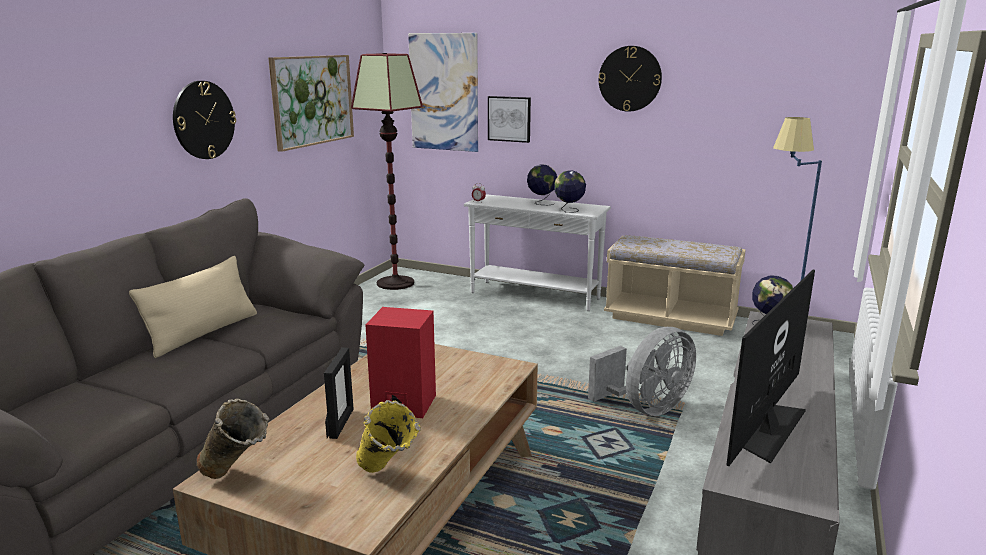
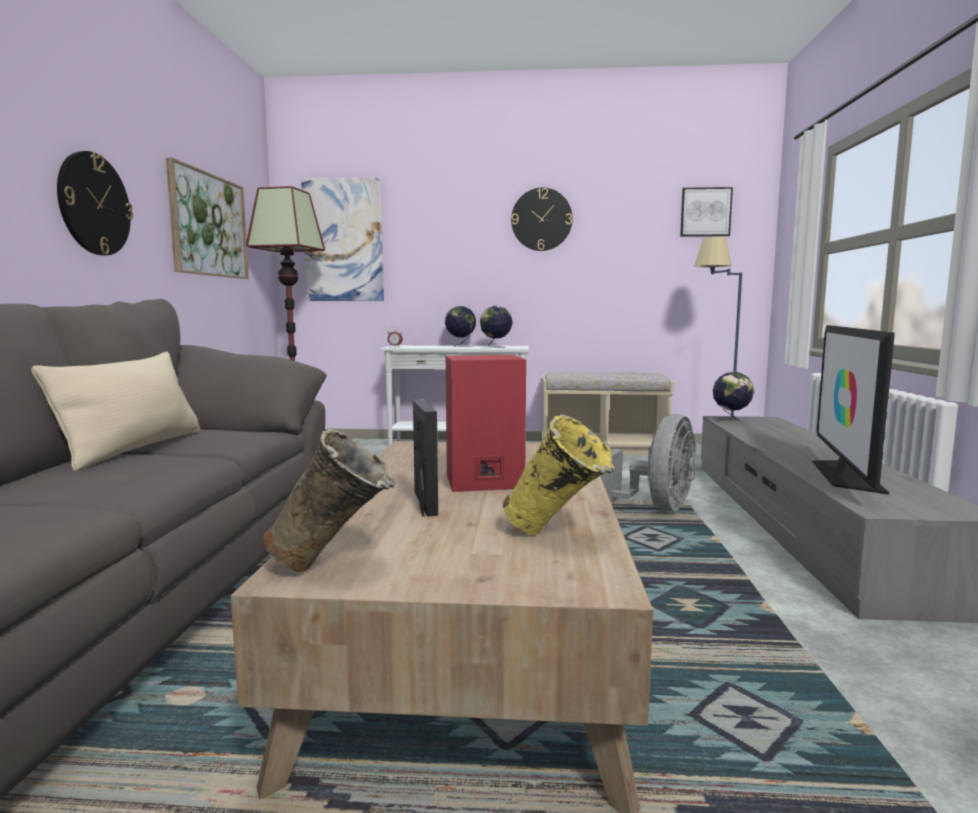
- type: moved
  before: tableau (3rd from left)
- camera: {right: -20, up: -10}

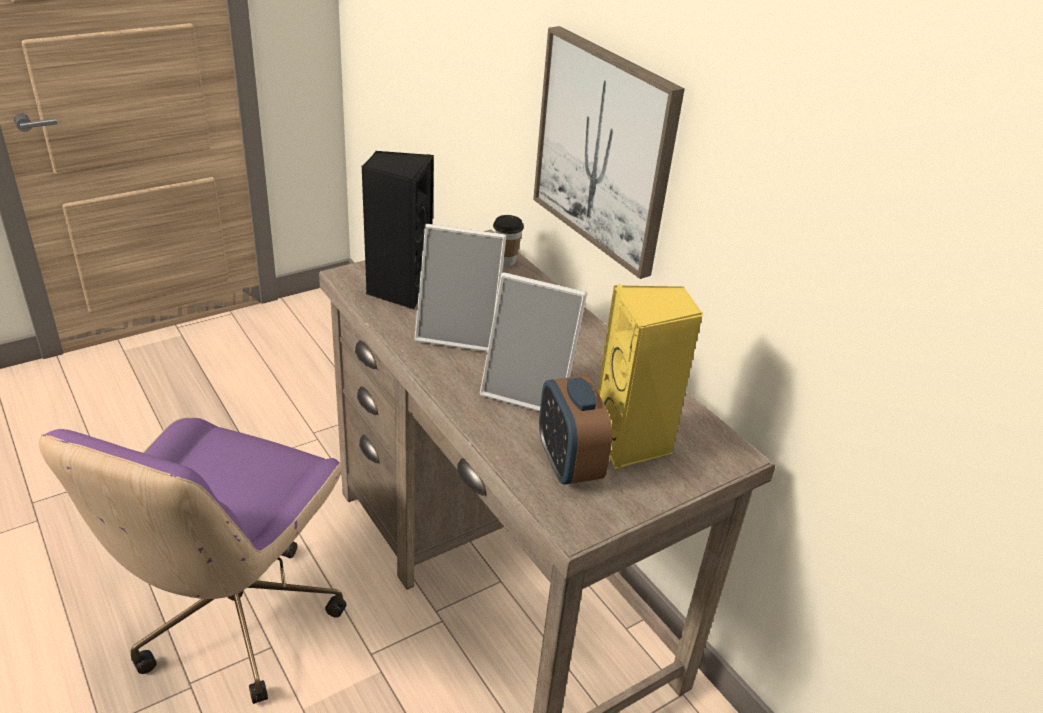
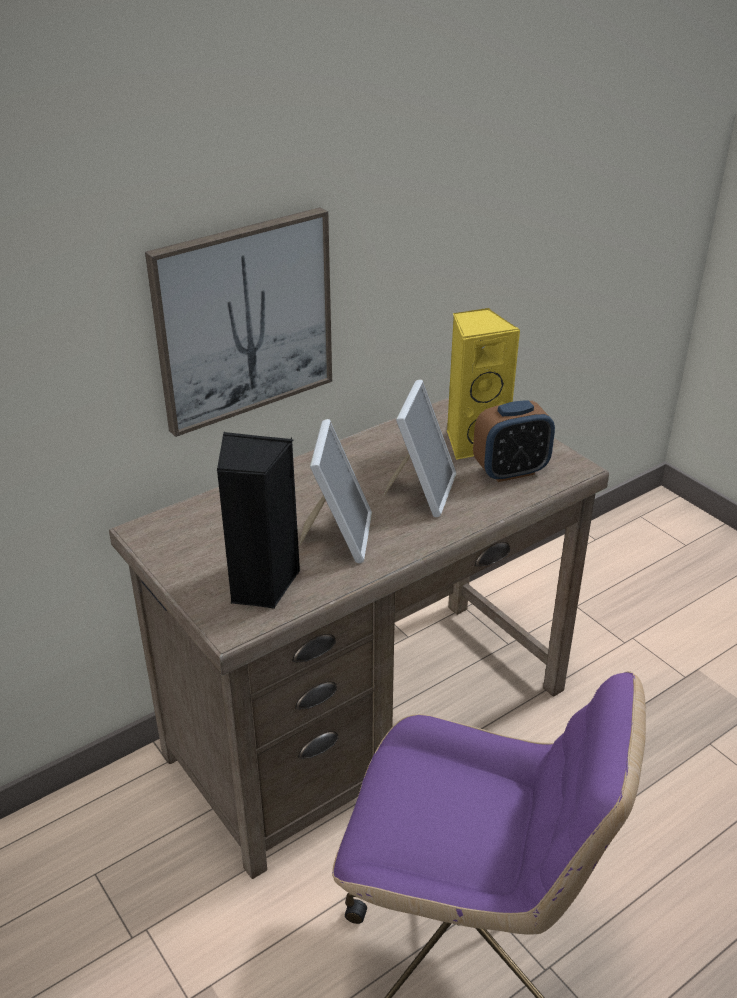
- type: removed
  before: tasse
- camera: {right: -90, up: 0}

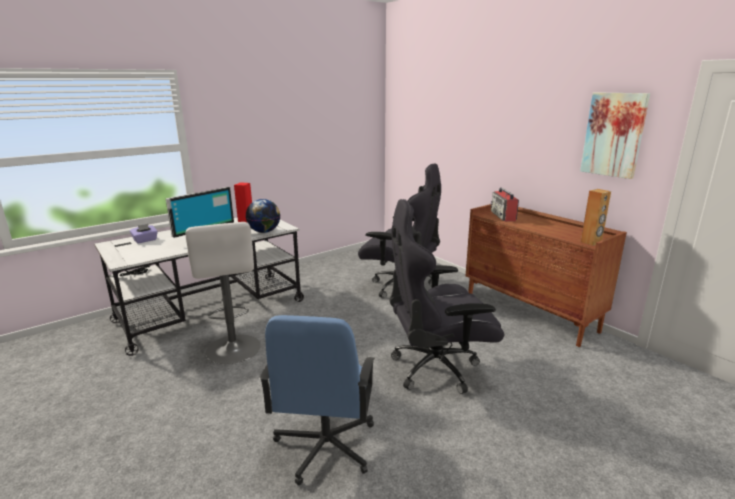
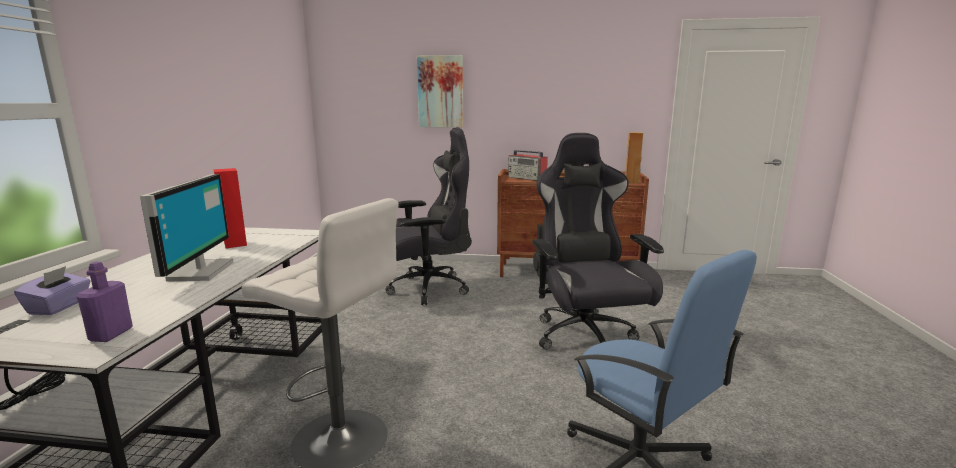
- type: moved
  before: tableau
- type: removed
  before: globe
- type: turned
  before: chaise de bureau/noir (2nd from left)
  turn: 135
- type: added
  after: bouteille/violet
- camera: {right: -45, up: -5}

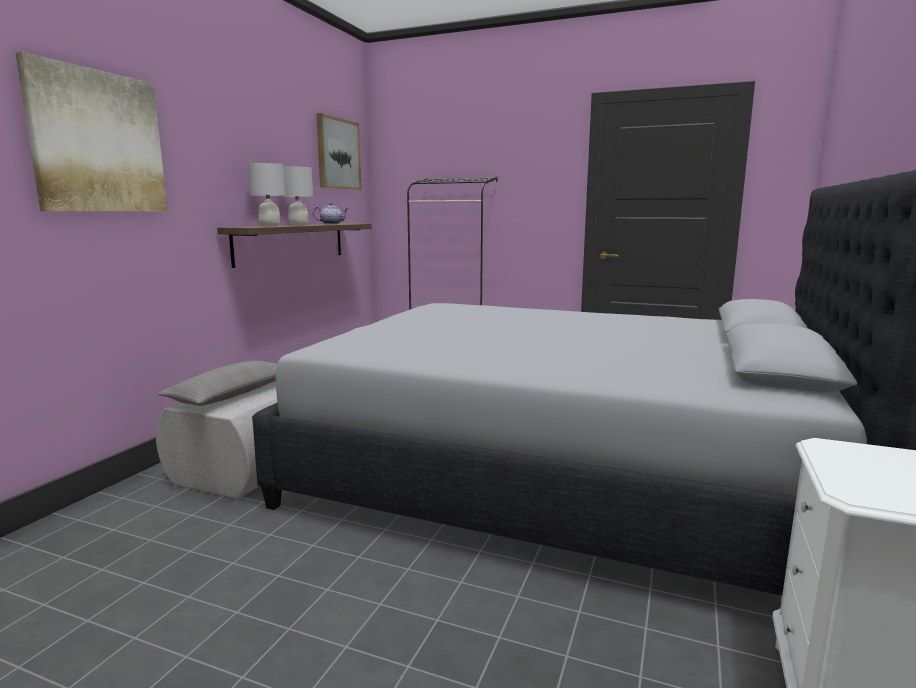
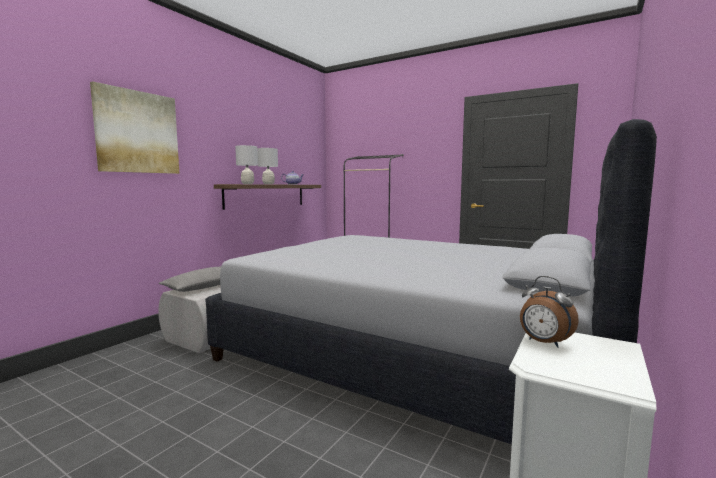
- type: removed
  before: tableau (2nd from left)
- type: added
  after: réveil
- camera: {right: 10, up: -5}

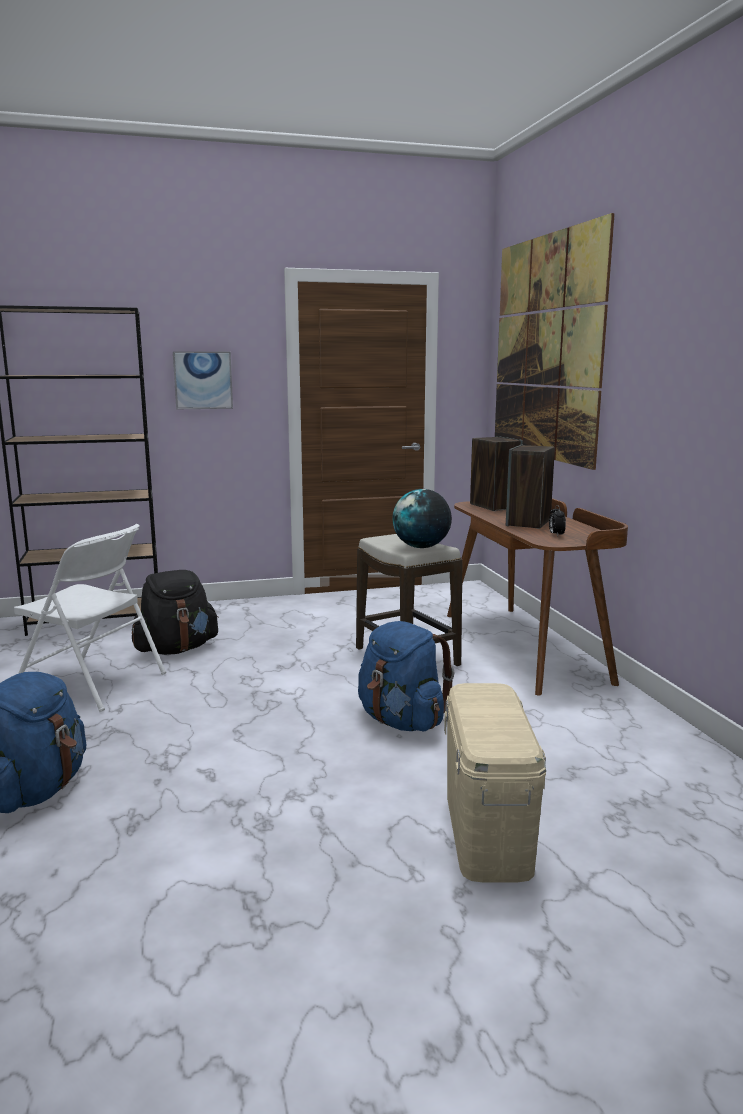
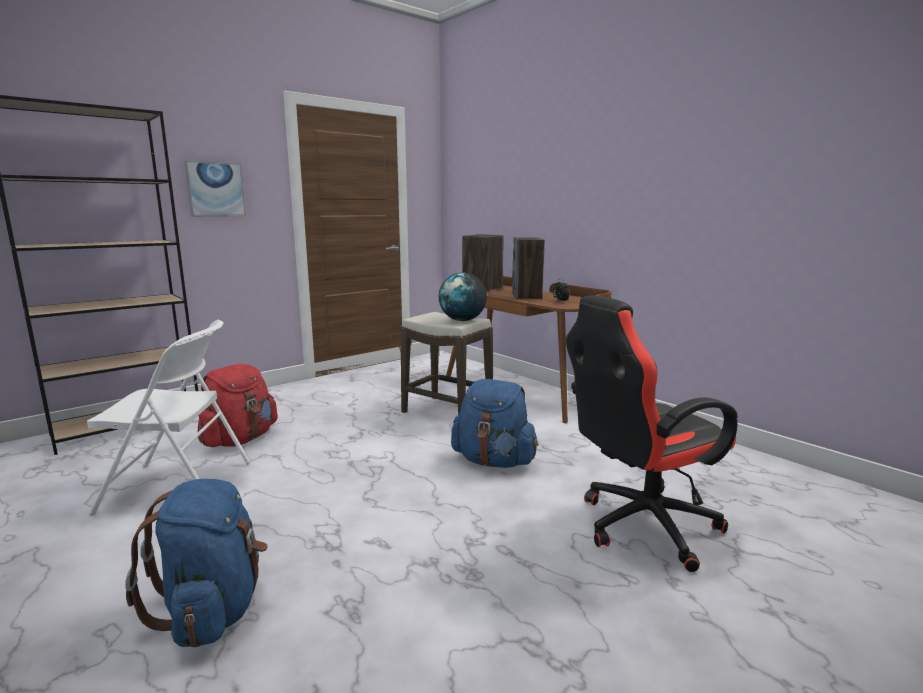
- type: removed
  before: tableau (2nd from left)
- type: recoloured
  before: sac à dos/noir
  after: sac à dos/rouge
- type: replaced
  before: boîte de rangement/beige
  after: chaise de bureau/noir
- camera: {right: -25, up: 0}

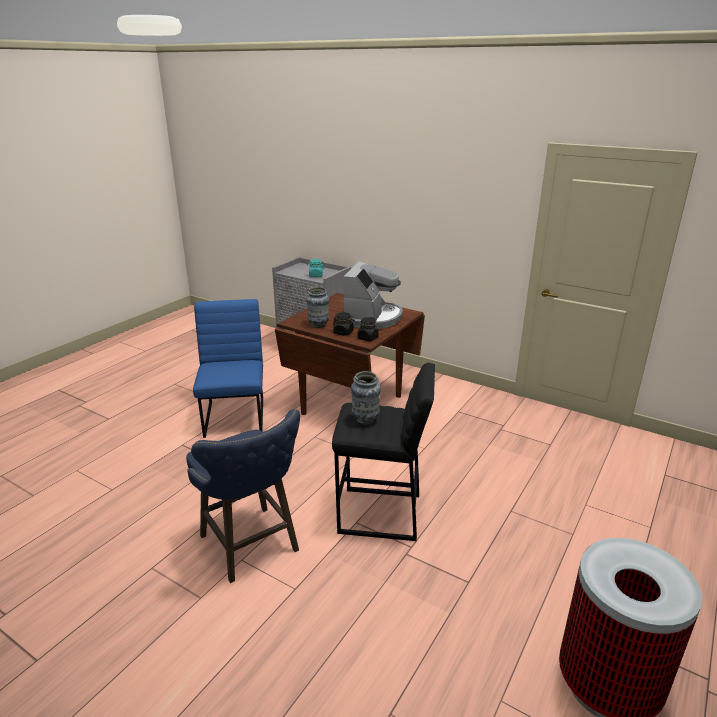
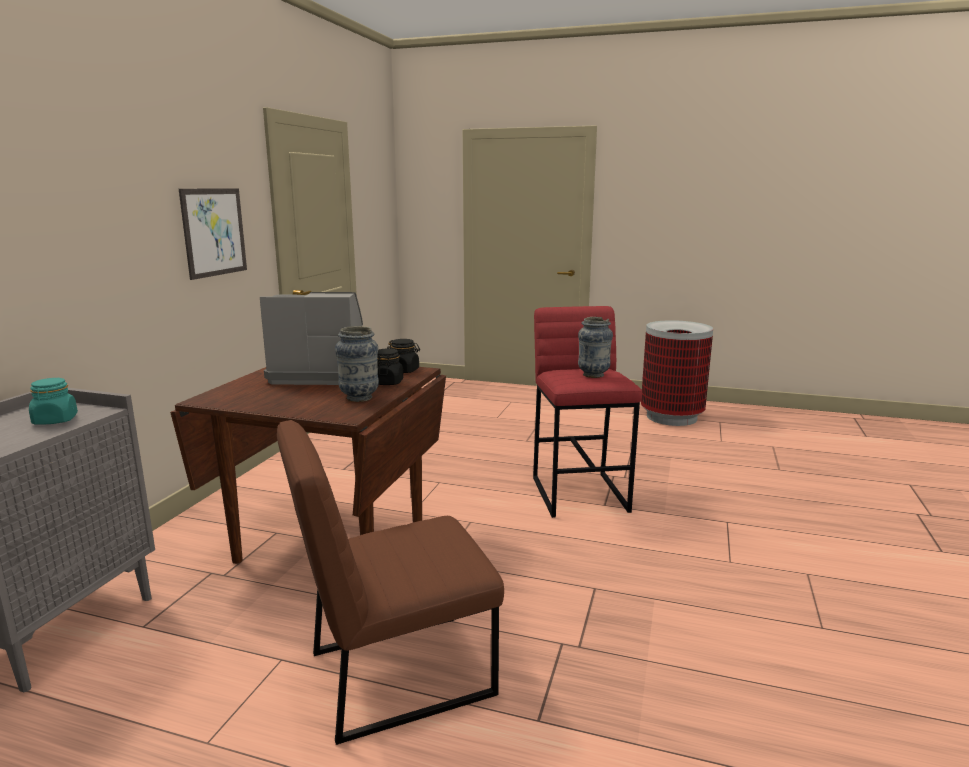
- type: recoloured
  before: chaise/bleu
  after: chaise/marron
- type: recoloured
  before: tabouret/noir
  after: tabouret/rouge
- type: removed
  before: tabouret/bleu
- type: added
  after: tableau
- camera: {right: -105, up: -10}

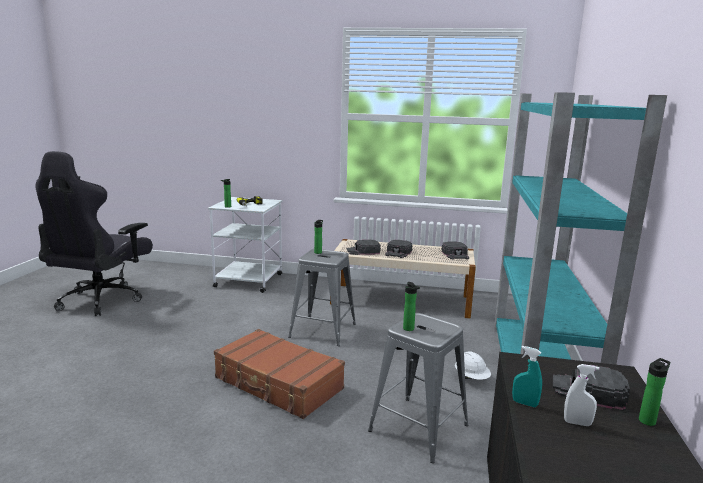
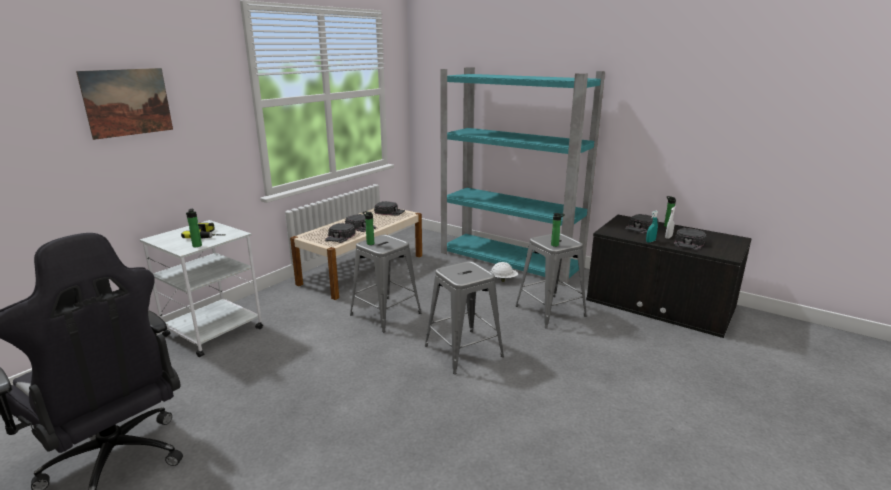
- type: replaced
  before: valise/marron
  after: tabouret/gris (2nd from left)
- type: added
  after: tableau
- type: added
  after: casquette/noir (5th from left)
- camera: {right: -65, up: 5}

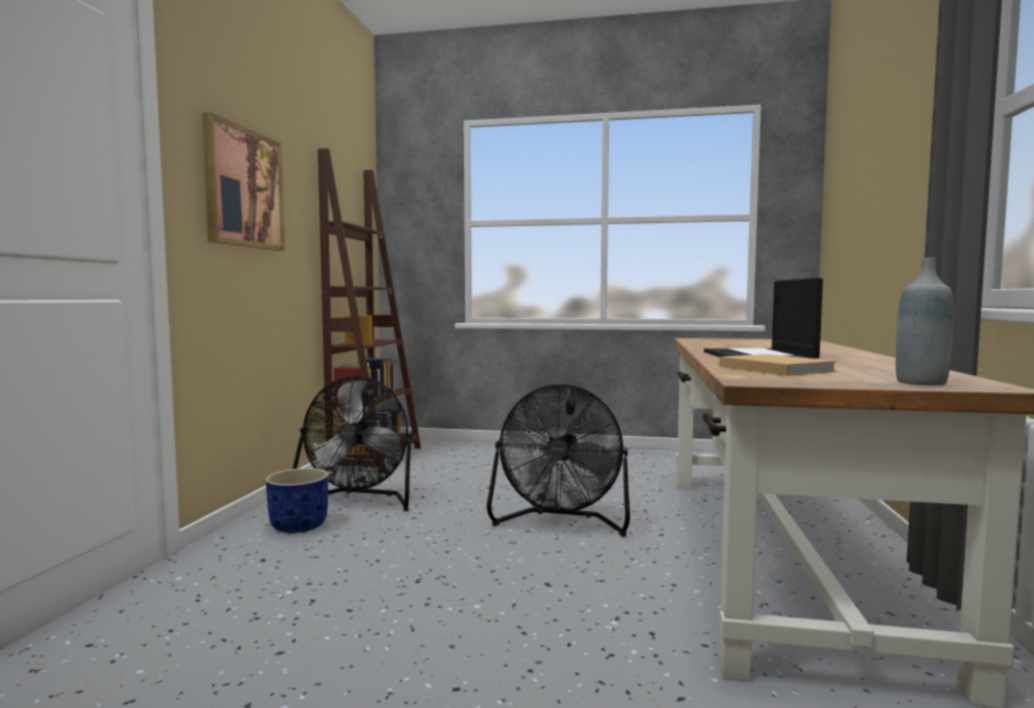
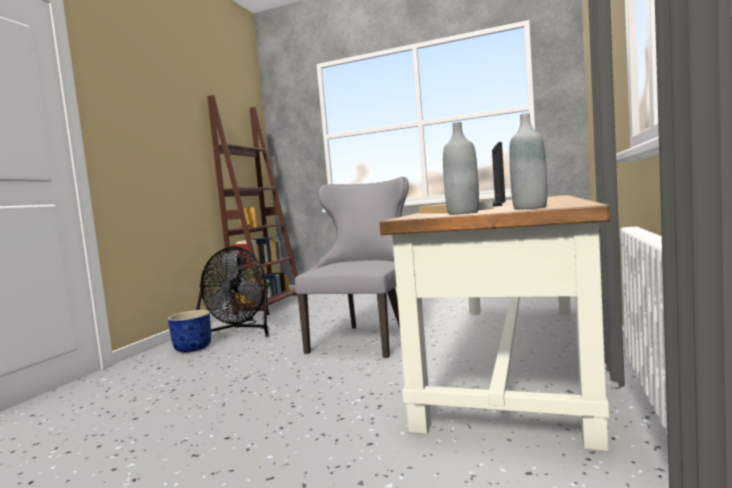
- type: removed
  before: tableau
- type: replaced
  before: ventilateur/noir (2nd from left)
  after: chaise/gris
- type: added
  after: bouteille/gris (1st from left)
- camera: {right: 10, up: 0}

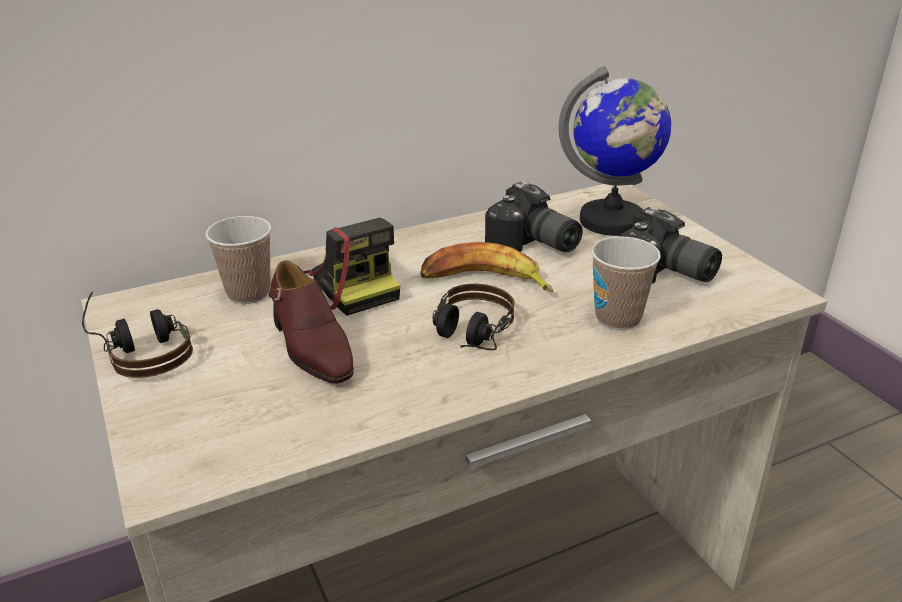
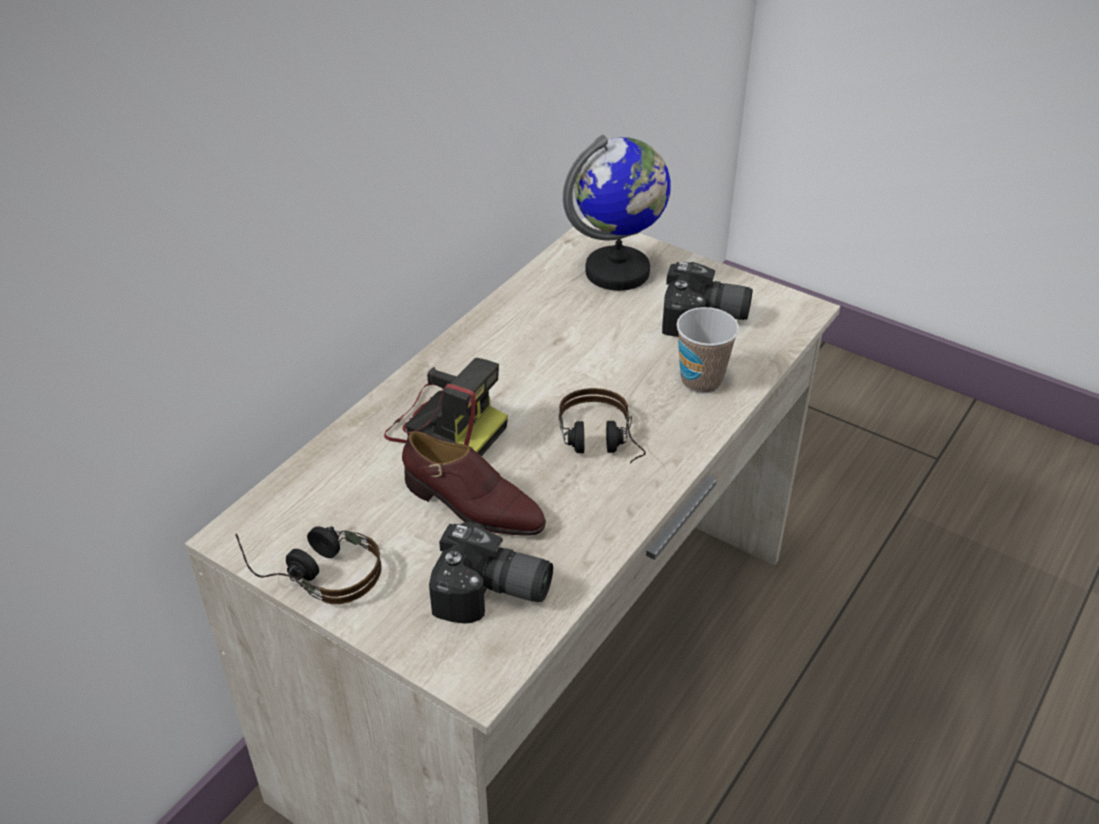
- type: moved
  before: appareil photo (2nd from left)
- type: removed
  before: tasse (1st from left)
- type: removed
  before: banane
- camera: {right: -30, up: 10}

